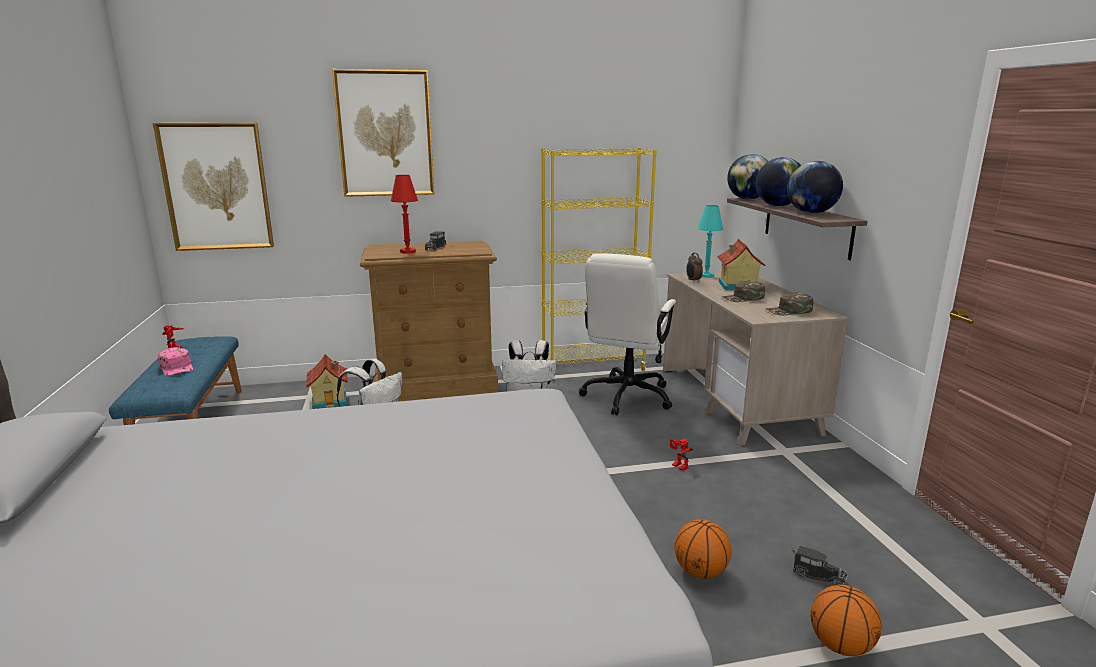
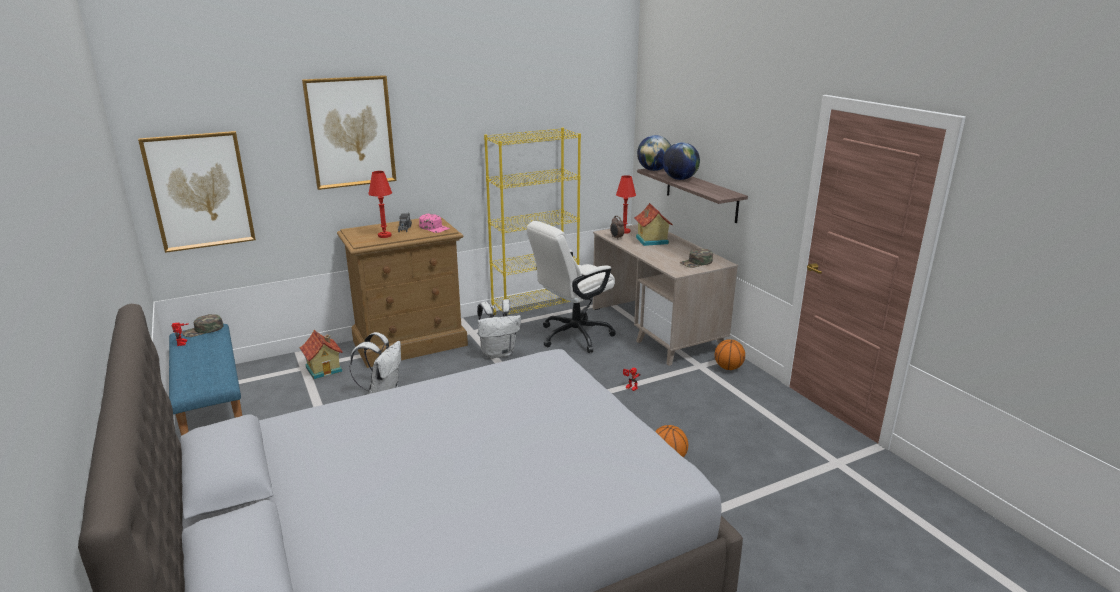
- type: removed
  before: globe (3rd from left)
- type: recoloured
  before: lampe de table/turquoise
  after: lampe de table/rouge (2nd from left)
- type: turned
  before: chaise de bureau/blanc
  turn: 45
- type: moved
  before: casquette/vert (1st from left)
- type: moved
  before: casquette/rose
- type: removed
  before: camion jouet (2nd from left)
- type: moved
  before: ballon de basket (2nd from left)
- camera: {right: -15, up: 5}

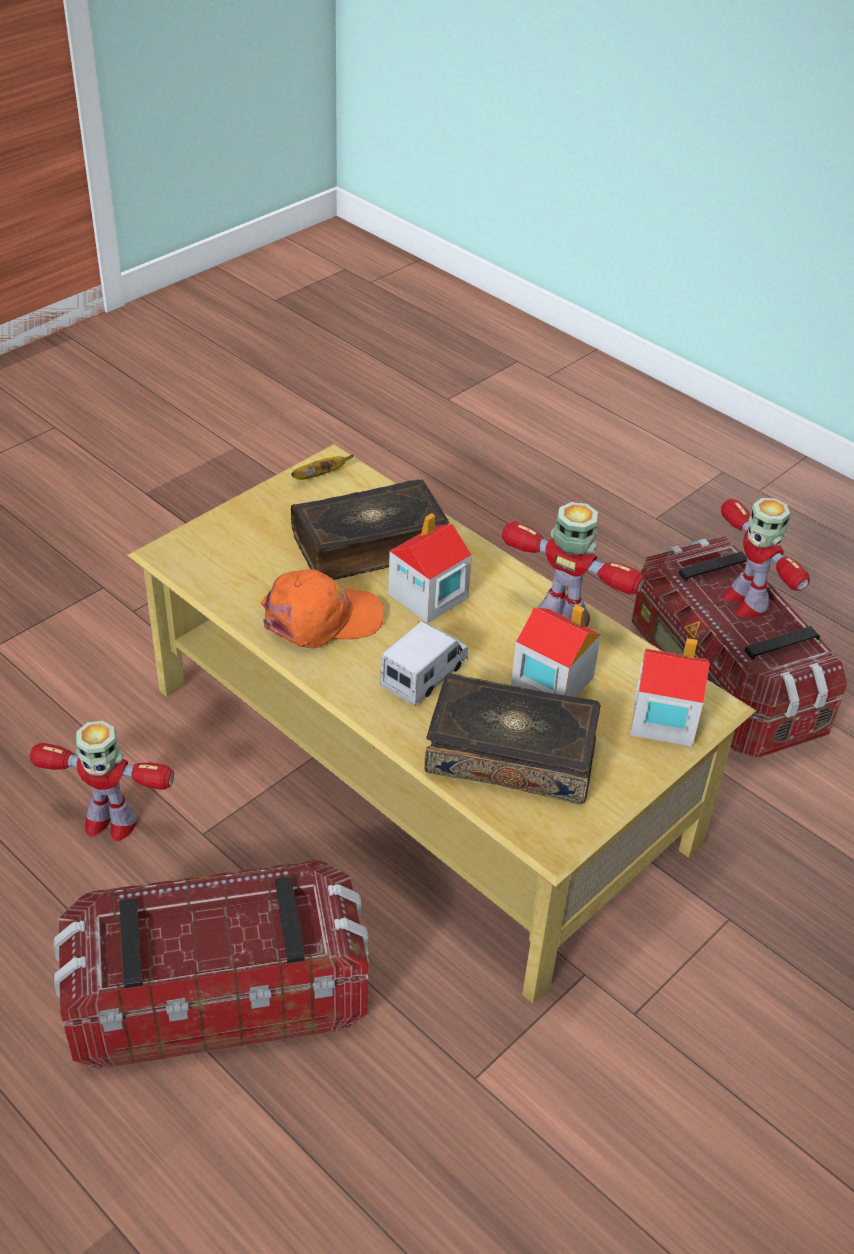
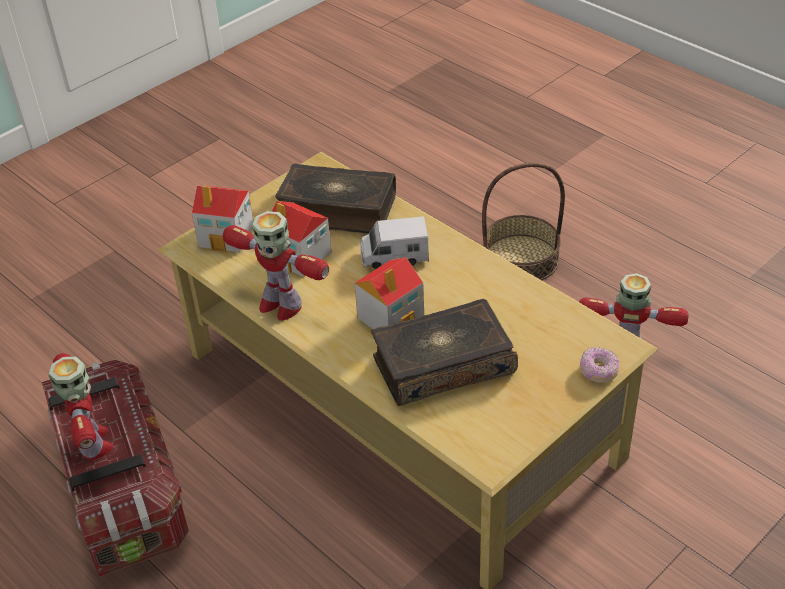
- type: removed
  before: banane
- type: removed
  before: casquette/orange
- type: turned
  before: camion jouet
  turn: 45
- type: replaced
  before: boîte de rangement (1st from left)
  after: panier
- type: added
  after: beignet
- camera: {right: -175, up: 0}

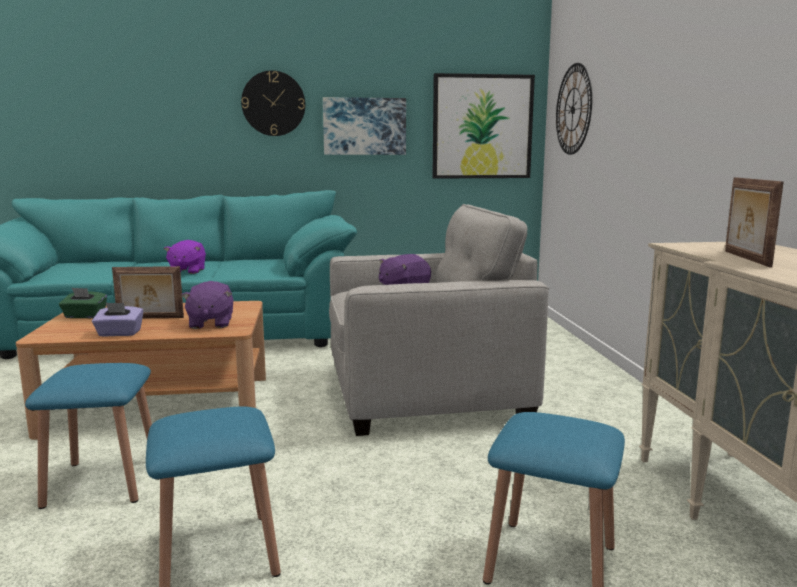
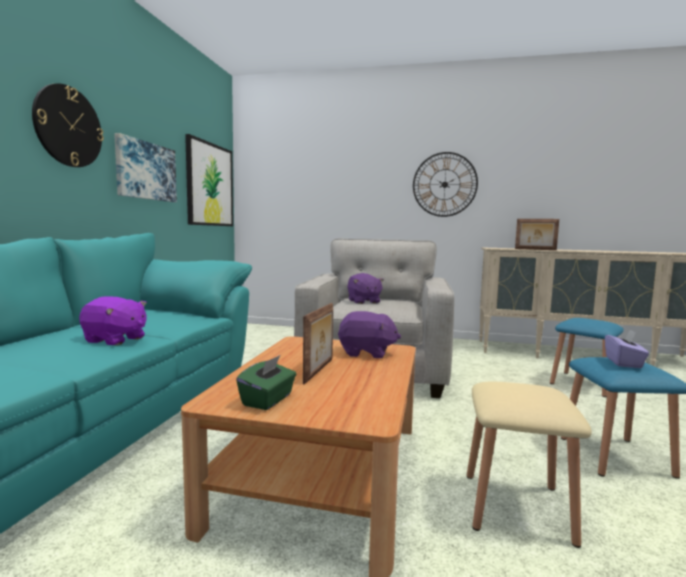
- type: moved
  before: horloge murale (2nd from left)
- type: moved
  before: boîte à mouchoirs/violet
- type: recoloured
  before: tabouret/bleu (1st from left)
  after: tabouret/beige
- camera: {right: -70, up: -5}

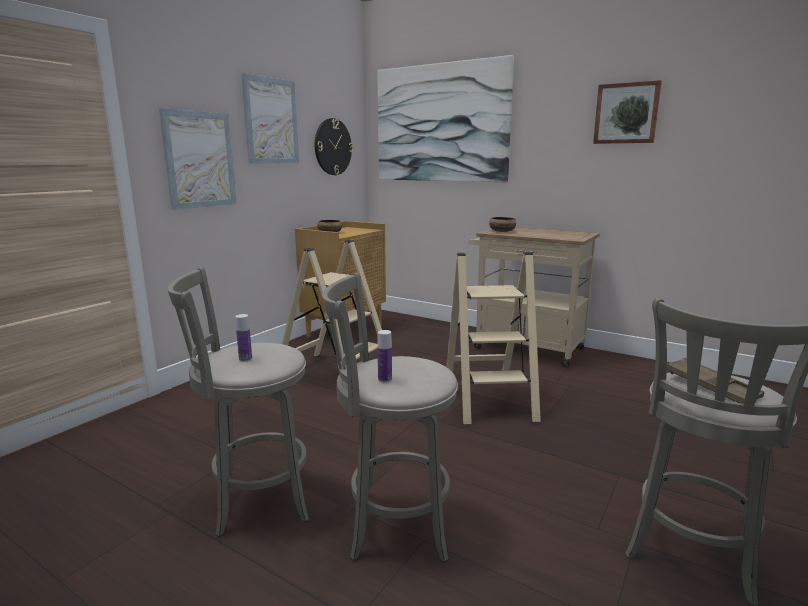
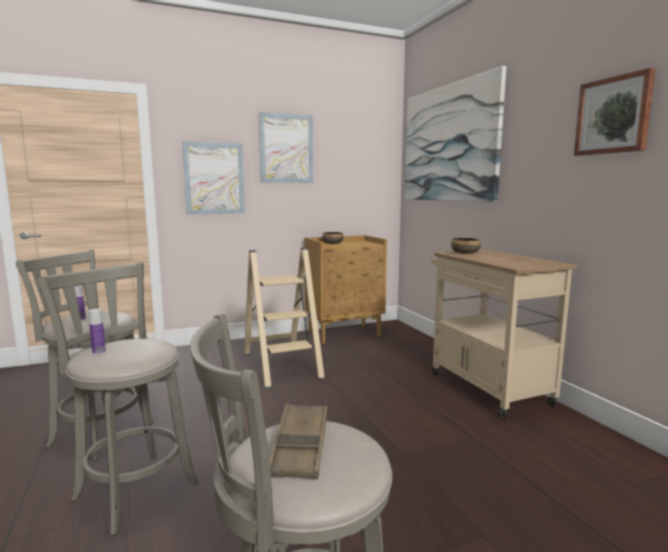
- type: removed
  before: horloge murale
- type: removed
  before: escabeau/beige (2nd from left)
- camera: {right: 35, up: -5}

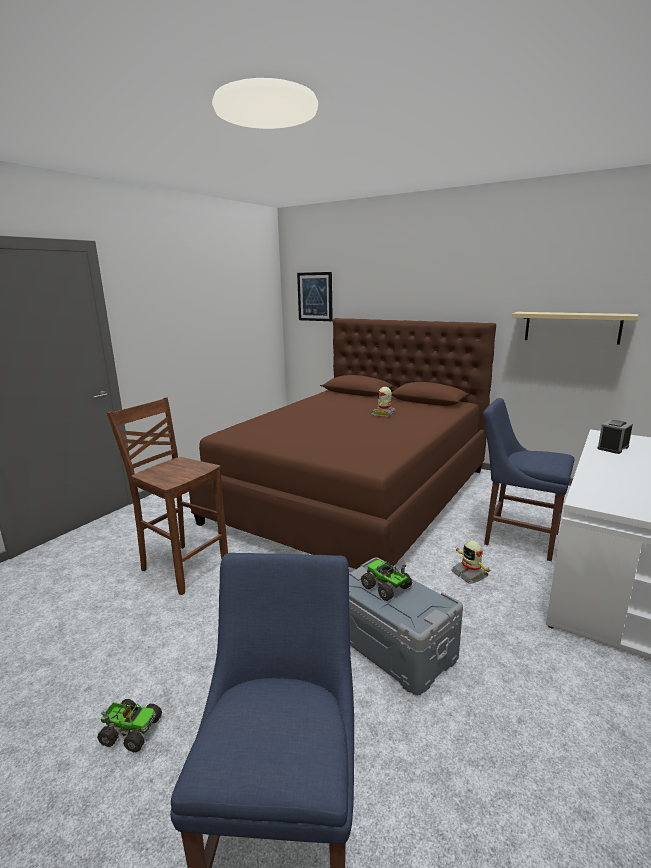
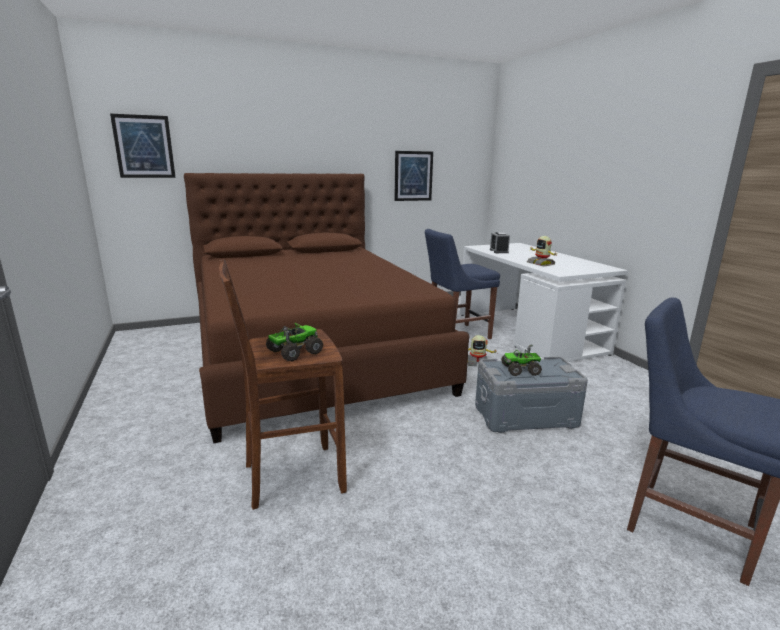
- type: replaced
  before: étagère/beige
  after: tableau (2nd from left)
- type: moved
  before: robot jouet (1st from left in the first image)
  after: robot jouet (2nd from left)
- type: moved
  before: camion jouet (1st from left)
- camera: {right: -55, up: 0}

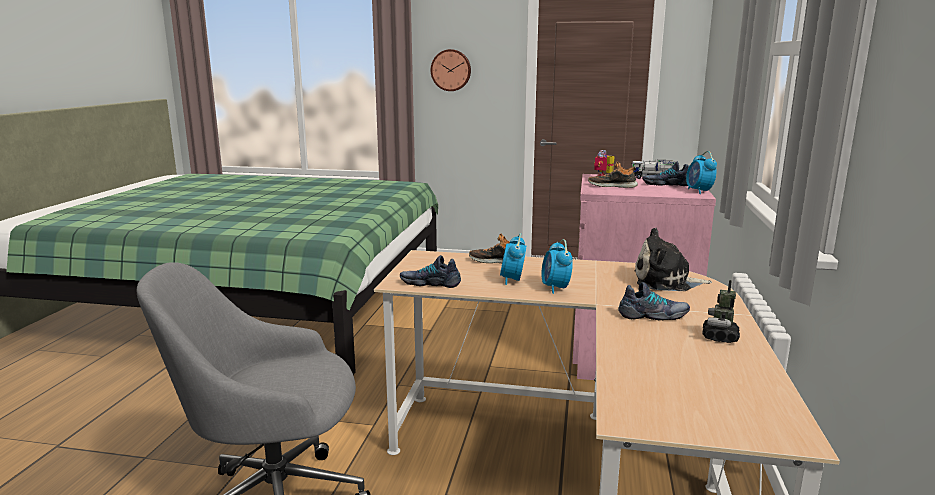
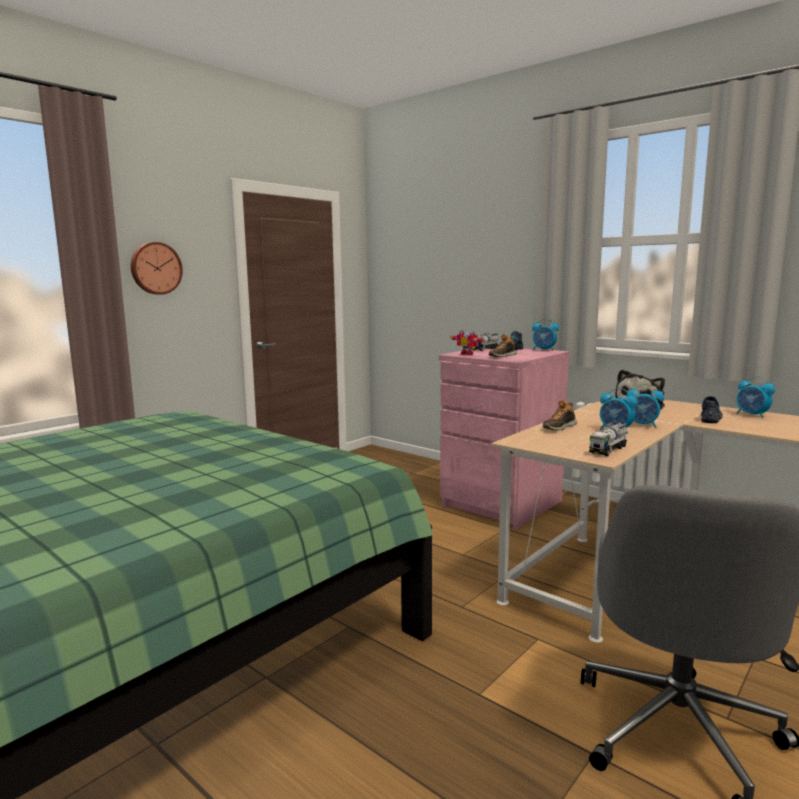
- type: replaced
  before: chaussure (1st from left)
  after: camion jouet (2nd from left)
- type: replaced
  before: robot jouet (2nd from left)
  after: réveil (4th from left)
- camera: {right: -60, up: -5}

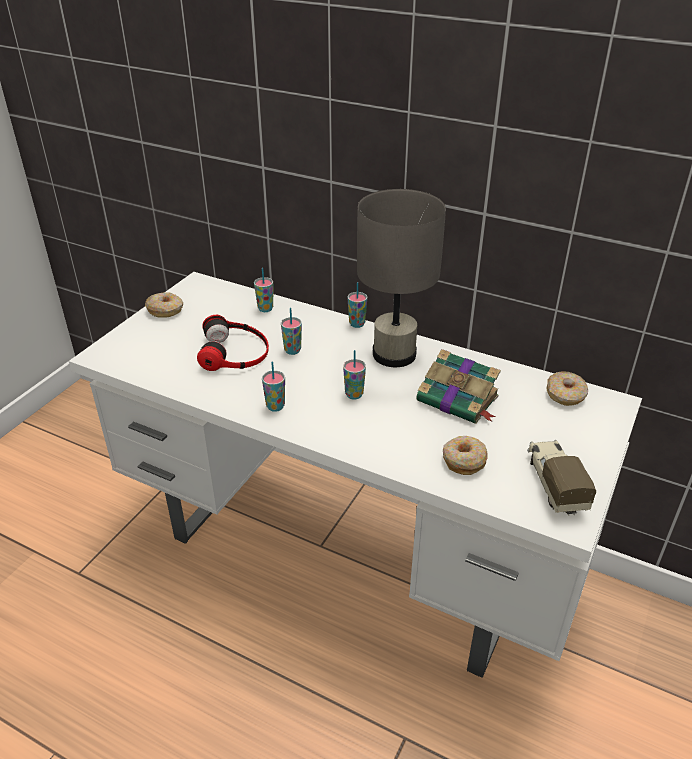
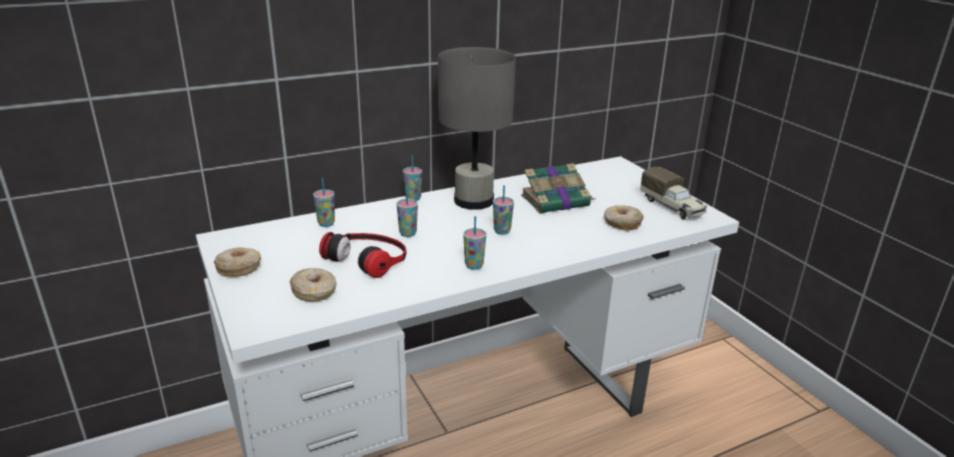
- type: moved
  before: beignet (3rd from left in the first image)
  after: beignet (2nd from left)
- type: turned
  before: camion jouet
  turn: -150
- camera: {right: -55, up: -10}

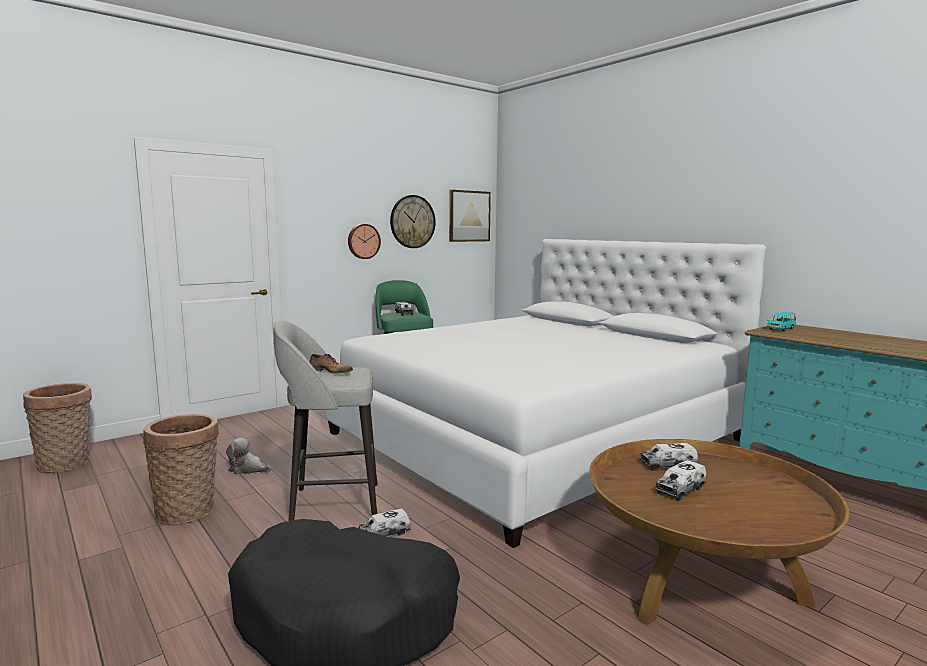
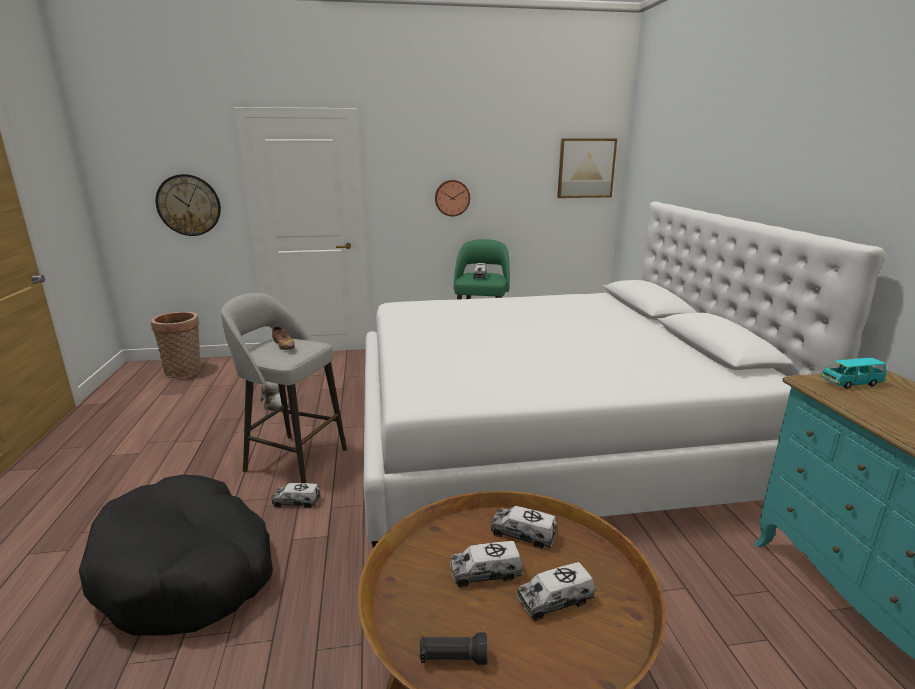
- type: moved
  before: horloge murale (2nd from left in the first image)
  after: horloge murale (1st from left)
- type: removed
  before: panier (2nd from left)
- type: added
  after: camion jouet (5th from left)
- type: added
  after: lampe de poche/noir
- camera: {right: 30, up: 10}

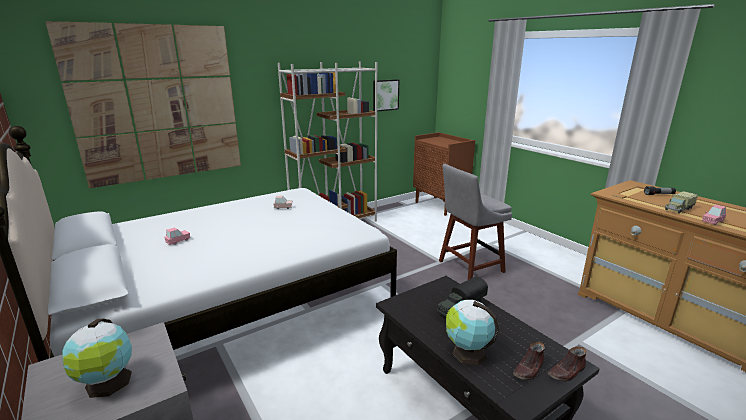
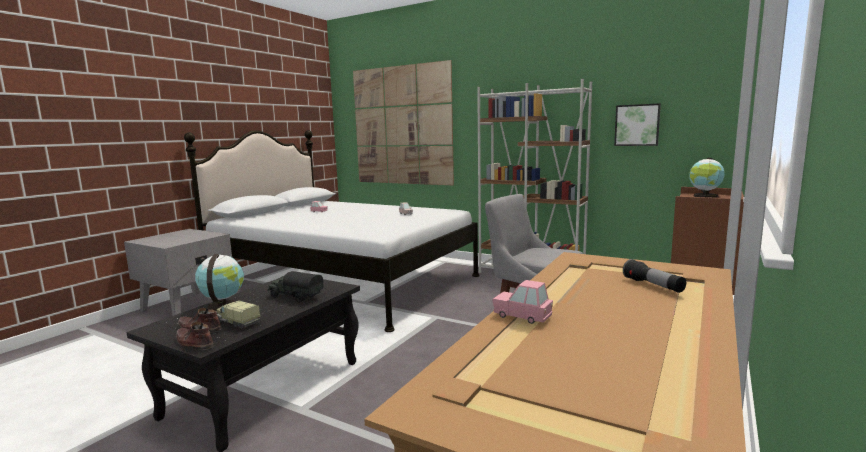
- type: moved
  before: camion jouet (2nd from left in the first image)
  after: camion jouet (1st from left)
- type: moved
  before: globe (1st from left in the first image)
  after: globe (2nd from left)
- camera: {right: 65, up: -10}

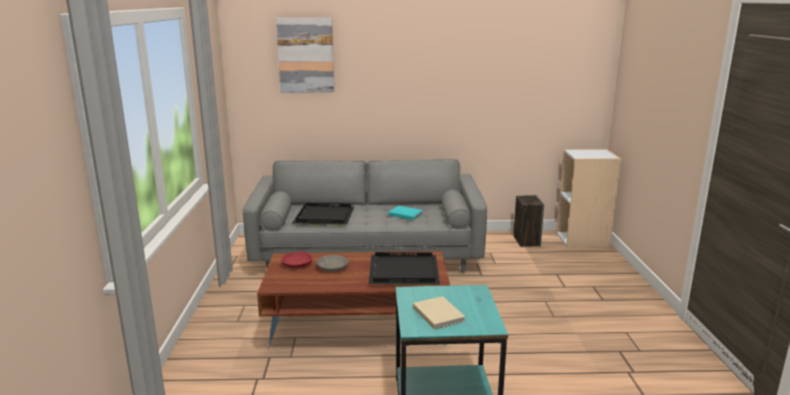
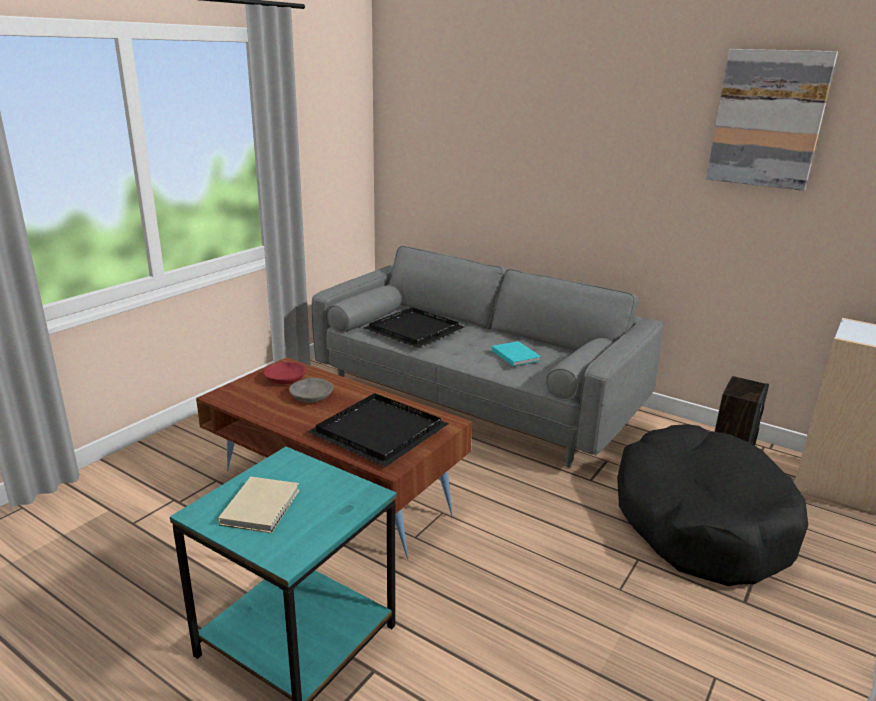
- type: moved
  before: tableau
- type: added
  after: panier pour chien/noir
- camera: {right: 35, up: 5}

